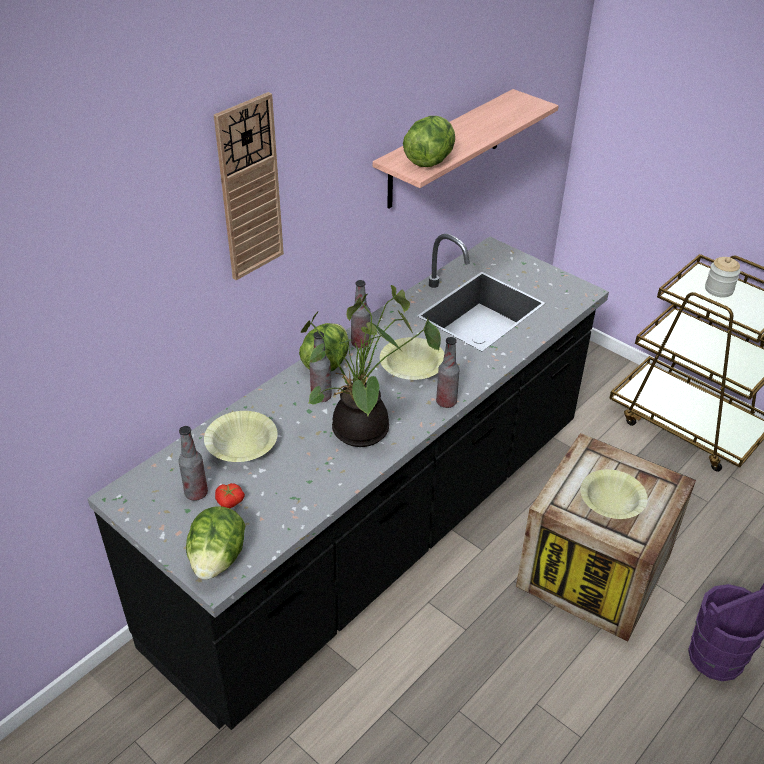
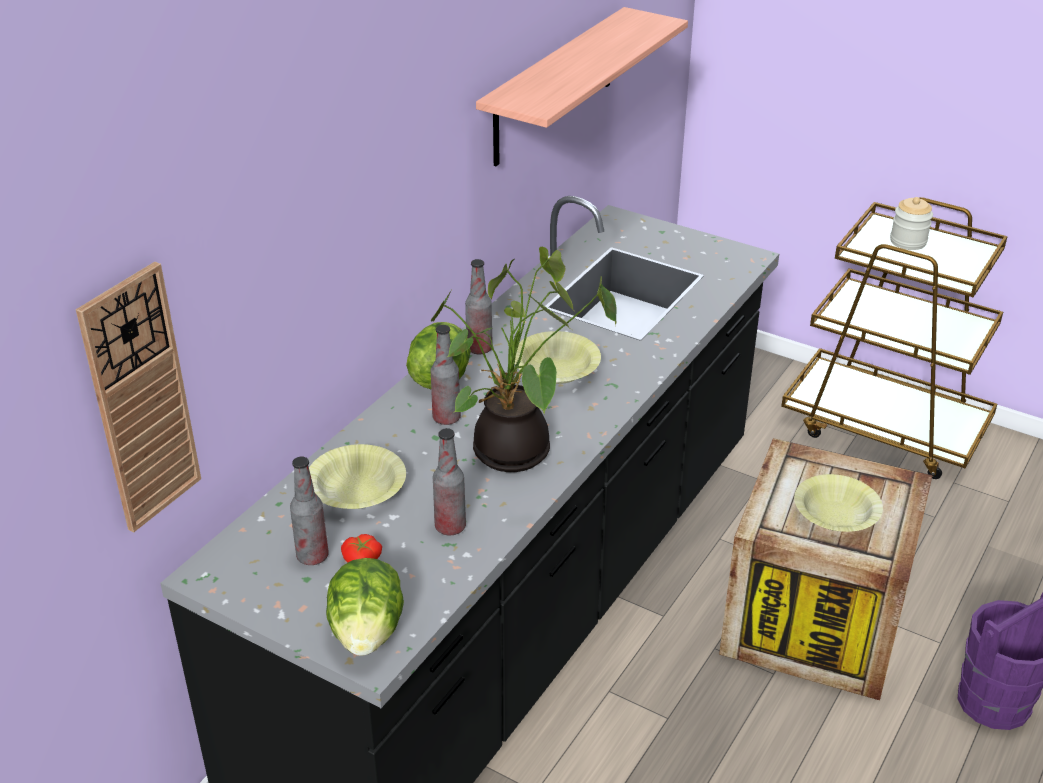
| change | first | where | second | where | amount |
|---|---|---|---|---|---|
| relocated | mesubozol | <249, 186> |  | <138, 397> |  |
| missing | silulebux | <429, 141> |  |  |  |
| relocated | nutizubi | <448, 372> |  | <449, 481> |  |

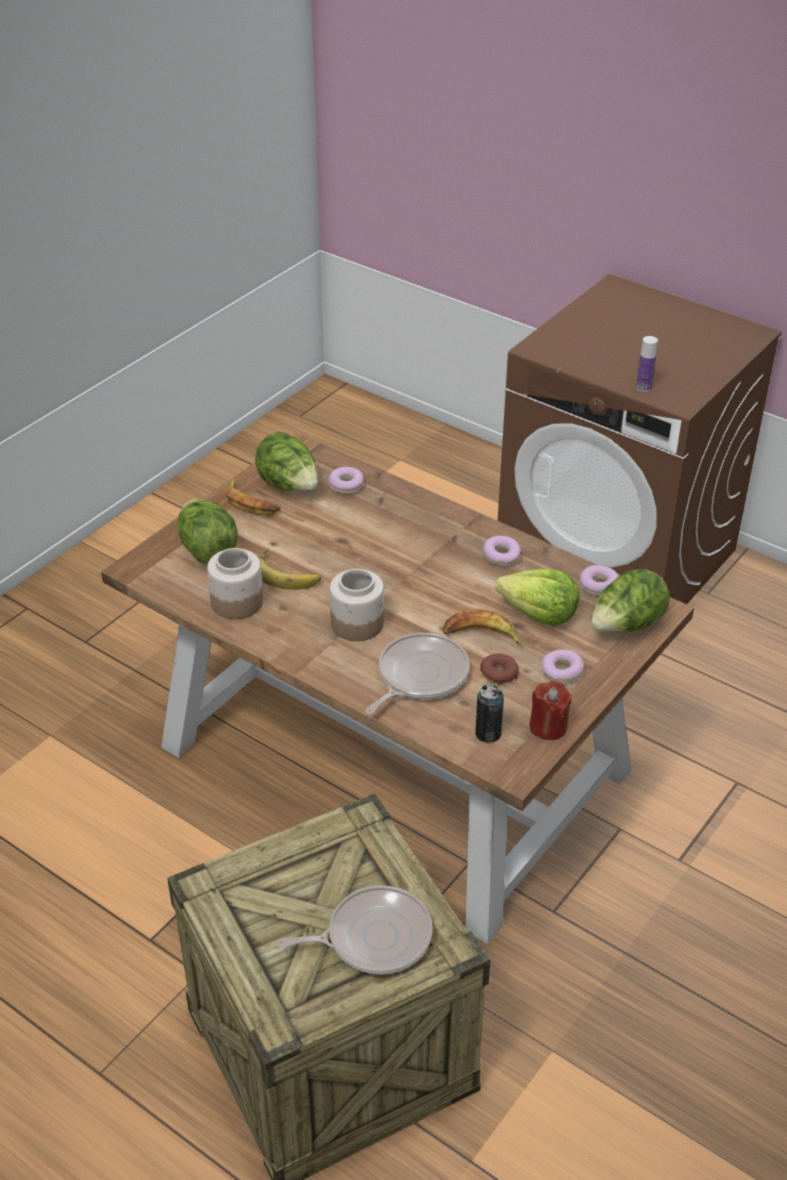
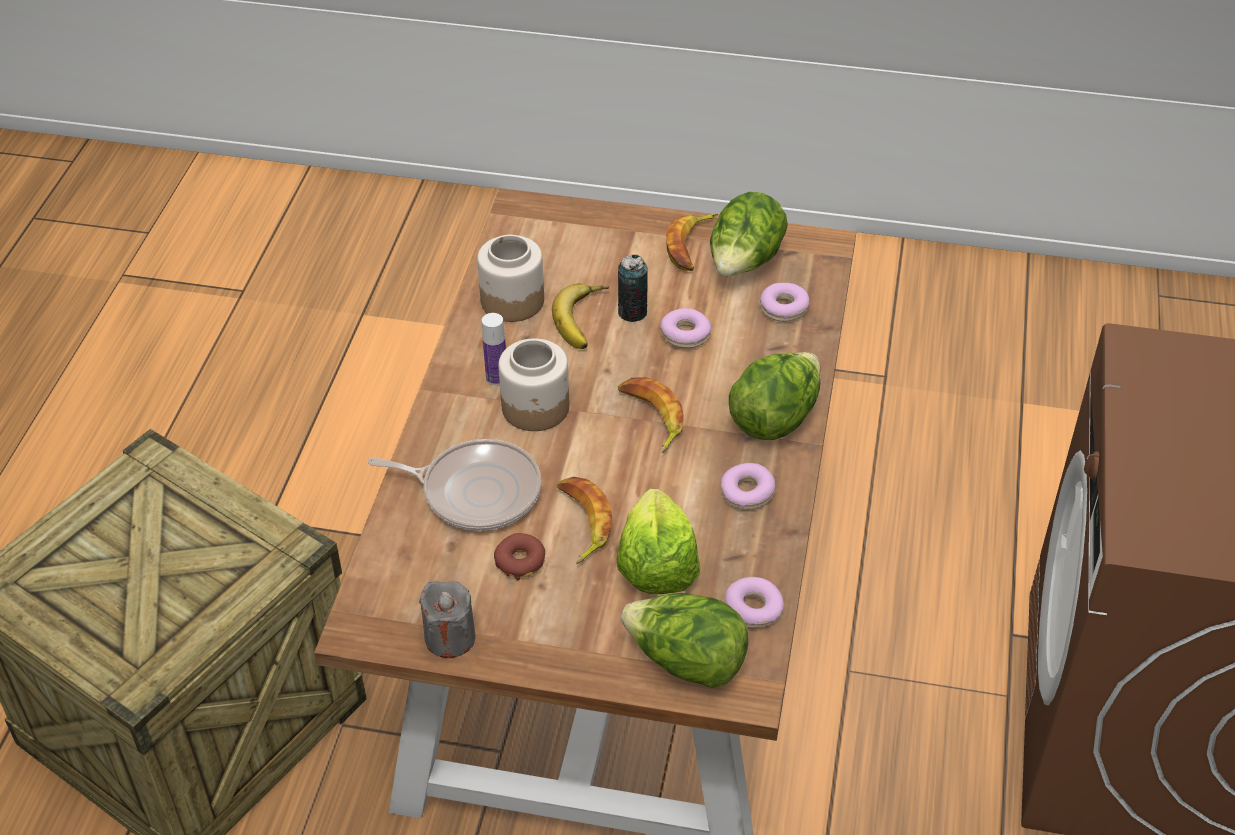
| change | first | where | second | where | amount |
|---|---|---|---|---|---|
| relocated | nutizubi | <647, 364> |  | <494, 349> |  |
| relocated | silulebux | <208, 532> |  | <774, 396> |  |
| relocated | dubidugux | <563, 666> |  | <685, 328> |  |
| colour | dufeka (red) | <551, 710> | dufeka (grey) | <447, 619> |  |
| relocated | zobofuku | <489, 713> |  | <633, 288> |  |
| missing | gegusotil | <355, 930> |  |  |  |
| appeared |  |  | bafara | <651, 415> |  |

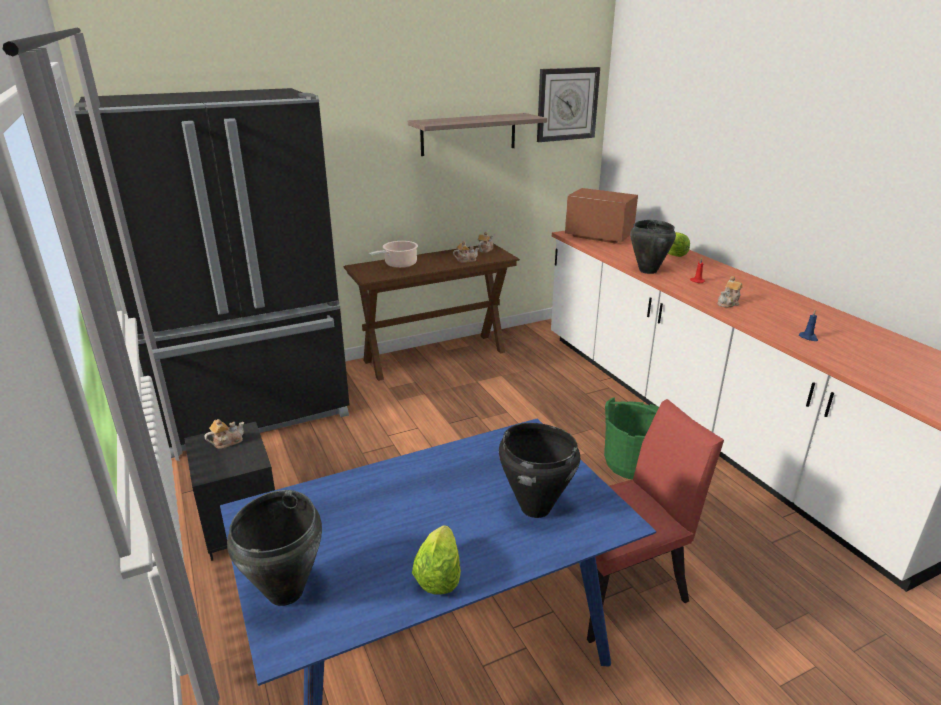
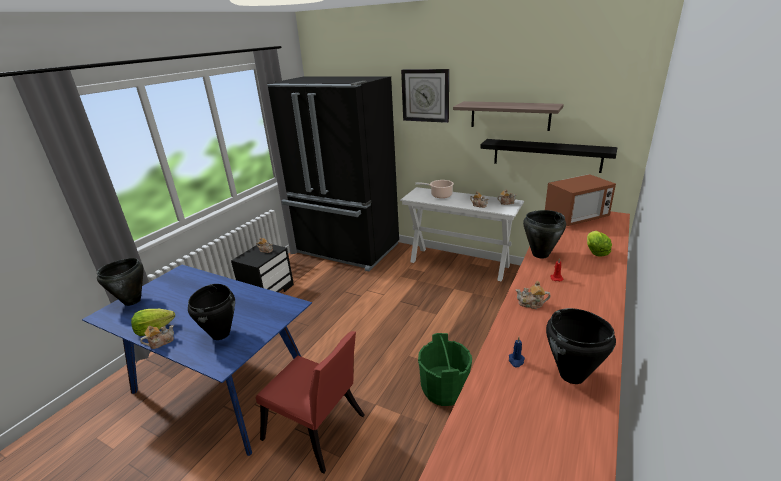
| change | first | where | second | where | amount |
|---|---|---|---|---|---|
| relocated | mesubozol | <568, 104> |  | <425, 96> |  |
| spun | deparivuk | <601, 216> |  | <580, 200> | 75 degrees clockwise |
| colour | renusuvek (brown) | <432, 312> | renusuvek (white) | <462, 234> |  |
| appeared |  |  | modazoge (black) | <549, 156> |  |
| appeared |  |  | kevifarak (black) | <581, 346> |  |
| appeared |  |  | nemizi | <157, 337> |  |

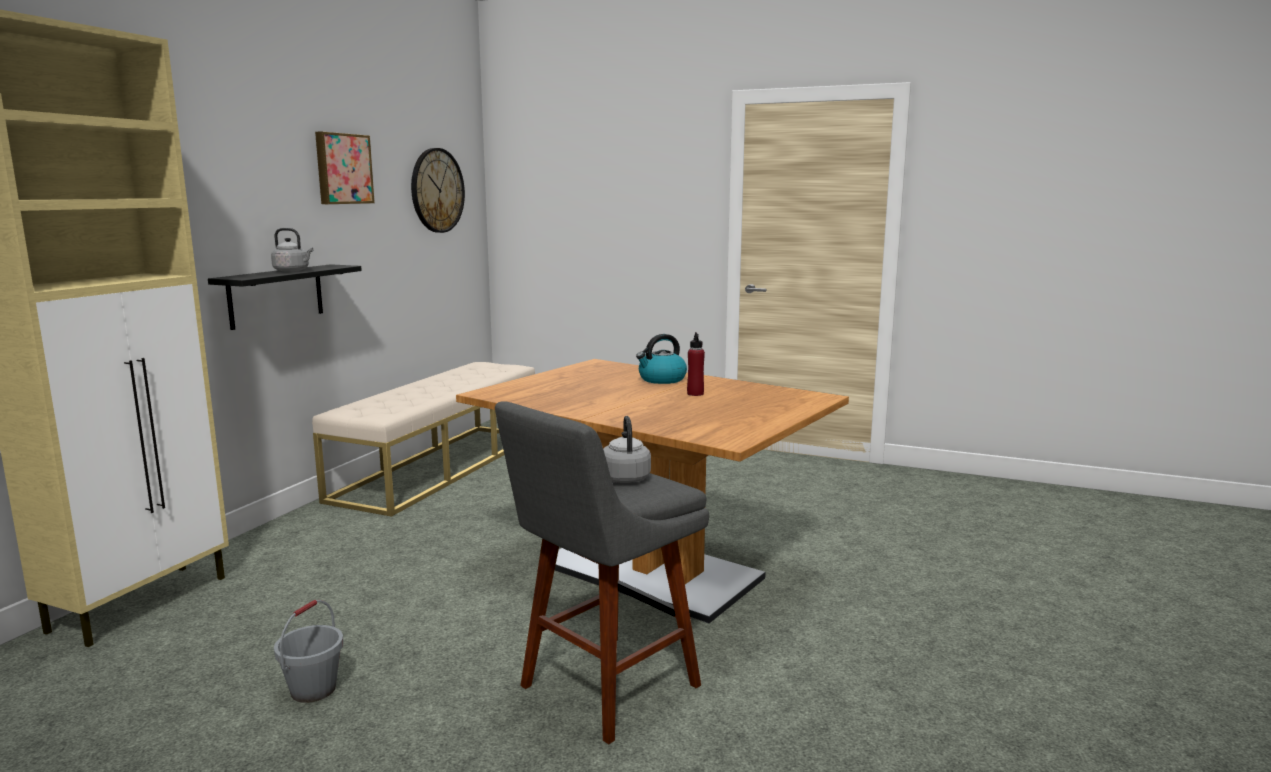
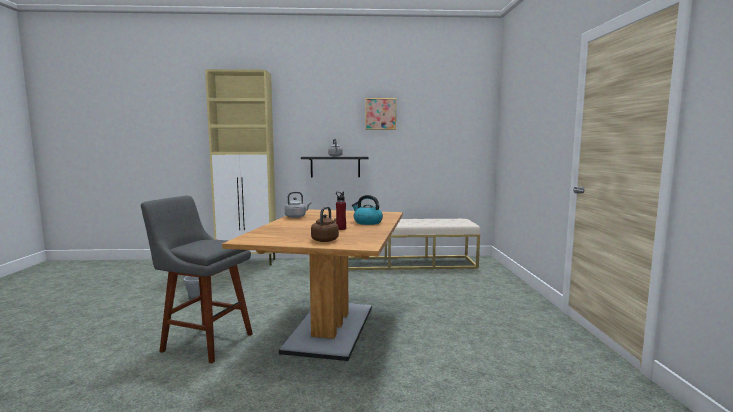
| change | first | where | second | where | amount |
|---|---|---|---|---|---|
| missing | mesubozol | <438, 190> |  |  |  |
| relocated | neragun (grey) | <627, 449> |  | <298, 205> |  |
| appeared |  |  | neragun (brown) | <325, 224> |  |

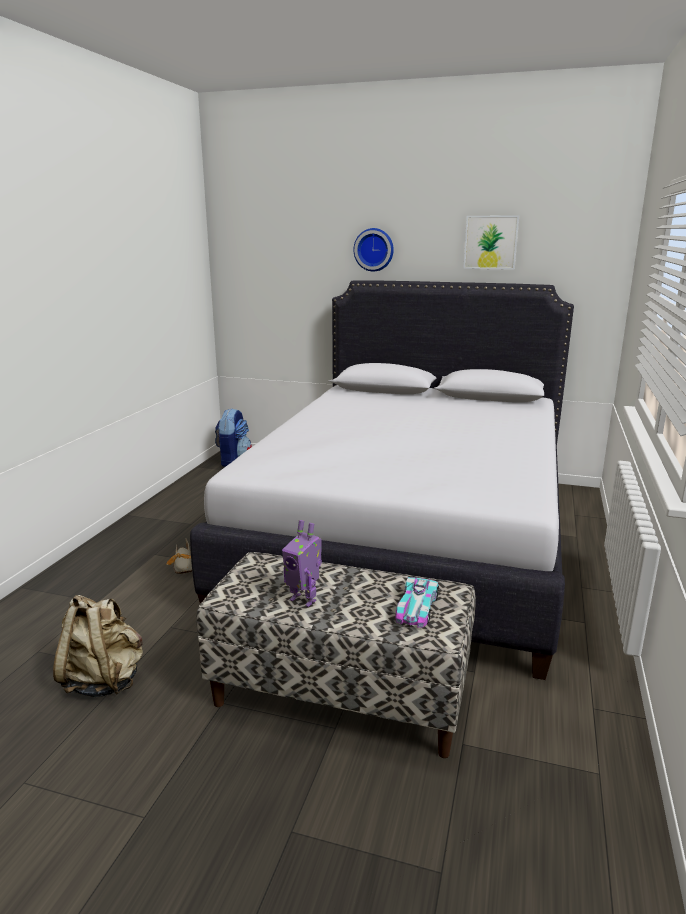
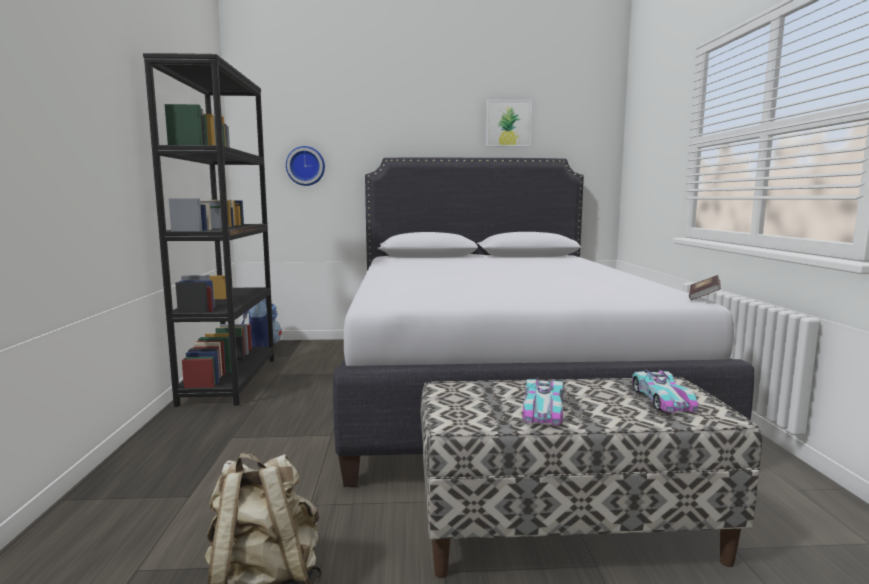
| change | first | where | second | where | amount |
|---|---|---|---|---|---|
| relocated | mesubozol | <373, 250> |  | <305, 166> |  |
| exchanged | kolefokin | <302, 563> | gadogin | <543, 401> |  |
| missing | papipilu | <179, 556> |  |  |  |
| appeared |  |  | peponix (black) | <208, 230> |  |
| appeared |  |  | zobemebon | <705, 287> |  |

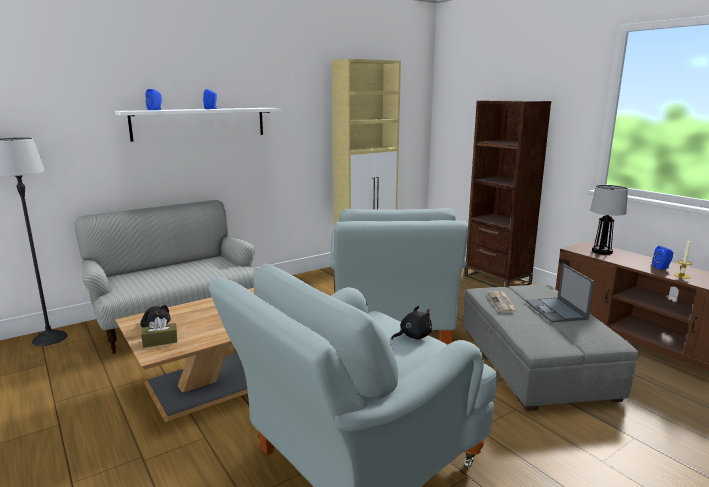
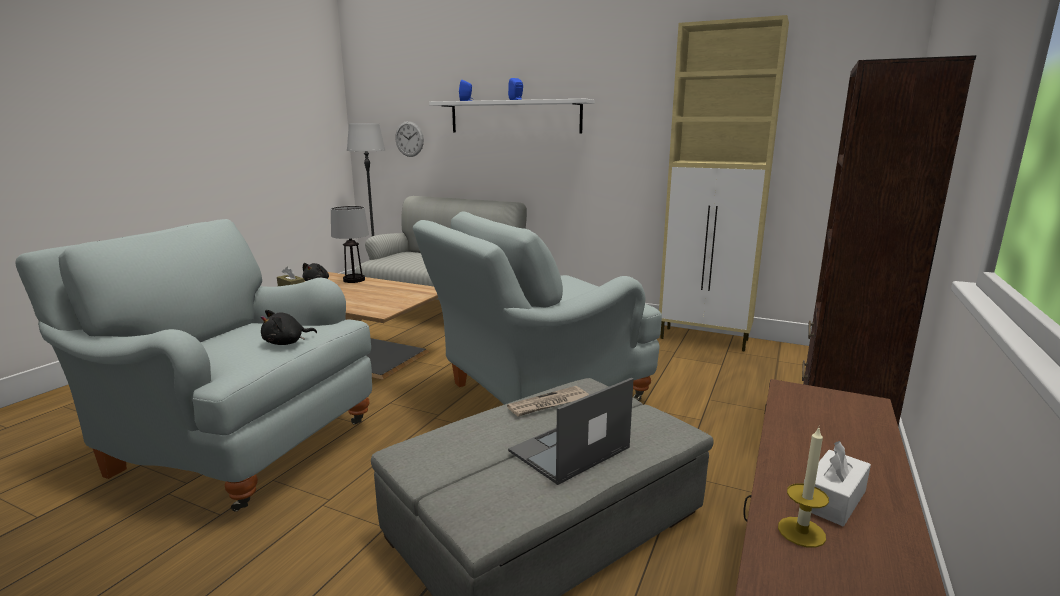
| change | first | where | second | where | amount |
|---|---|---|---|---|---|
| relocated | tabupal | <609, 220> |  | <350, 244> |  |
| exchanged | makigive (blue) | <662, 258> | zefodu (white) | <837, 483> |  |
| spun | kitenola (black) | <411, 323> |  | <289, 327> | 105 degrees clockwise |
| appeared |  |  | mesubozol | <409, 139> |  |

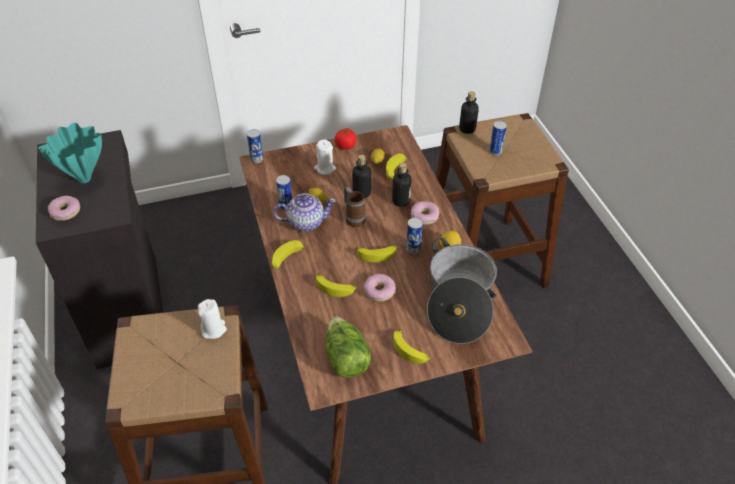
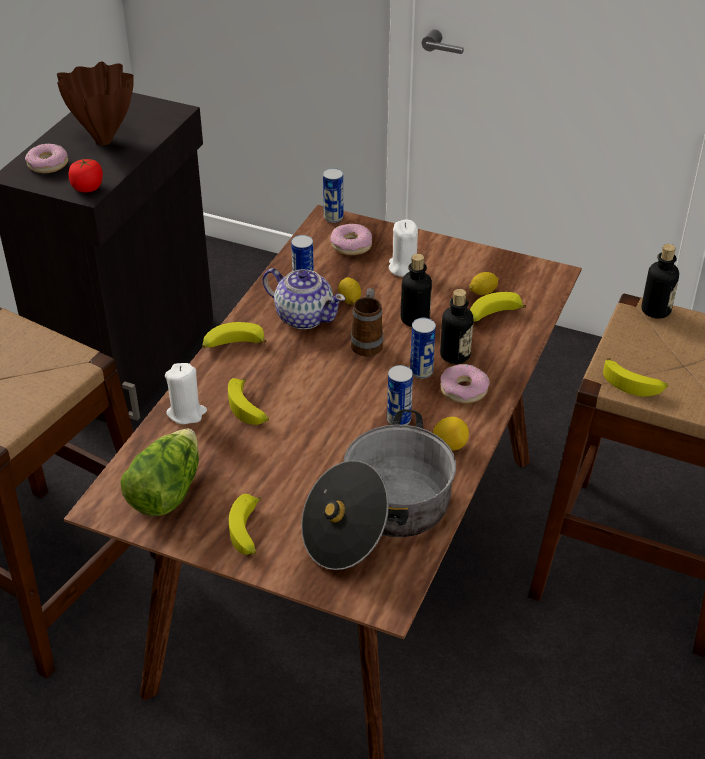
| change | first | where | second | where | amount |
|---|---|---|---|---|---|
| relocated | zobofuku | <498, 138> |  | <423, 348> |  |
| colour | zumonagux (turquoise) | <70, 153> | zumonagux (brown) | <95, 103> |  |
| relocated | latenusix | <346, 139> |  | <86, 175> |  |
| relocated | bafara | <376, 254> |  | <635, 377> |  |
| relocated | dubidugux | <379, 288> |  | <351, 239> |  |
| relocated | dufeka (white) | <212, 319> |  | <186, 393> |  |

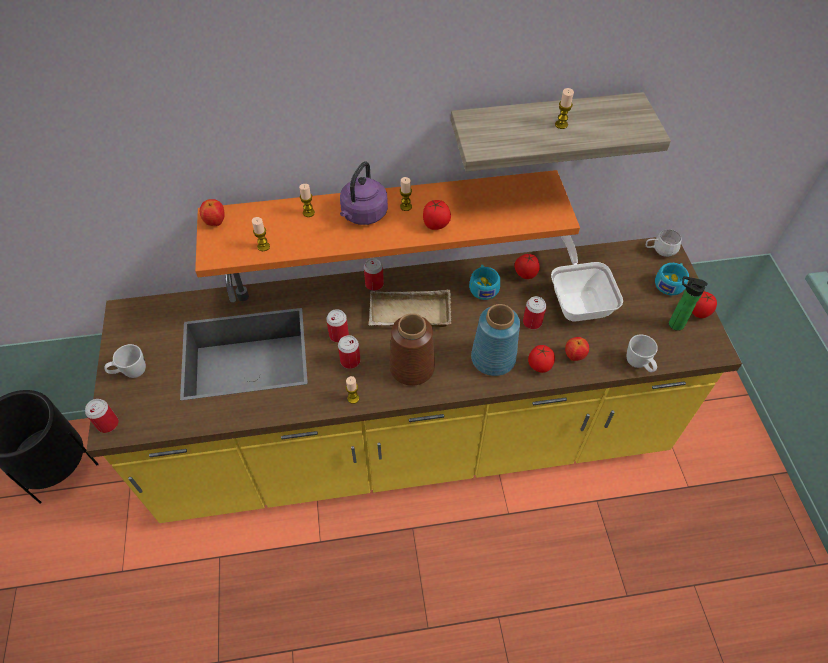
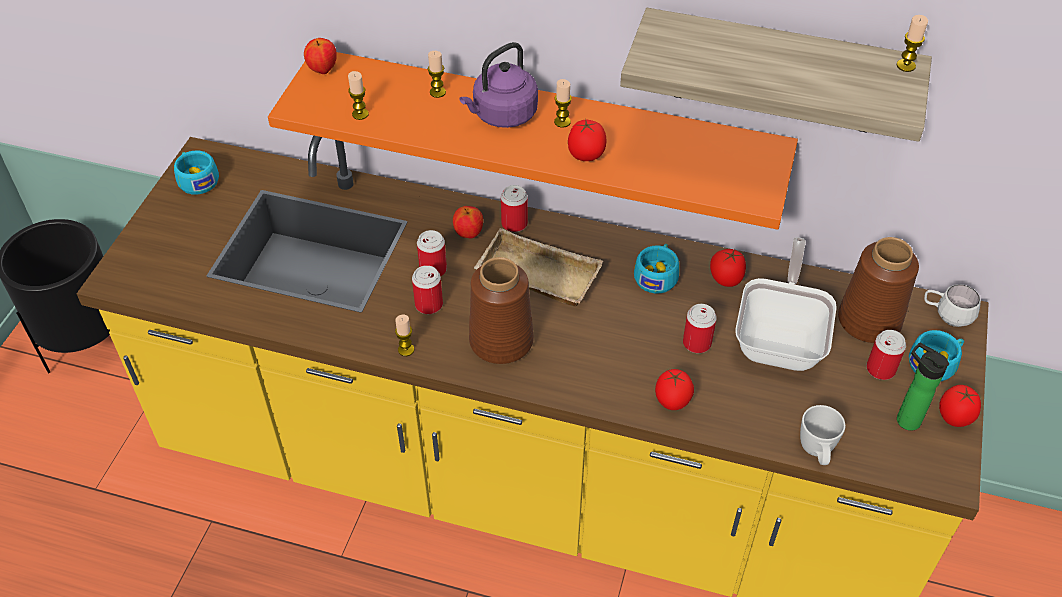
| change | first | where | second | where | amount |
|---|---|---|---|---|---|
| relocated | dufeka | <564, 108> |  | <912, 43> |  |
| missing | zumonagux (blue) | <495, 340> |  |  |  |
| relocated | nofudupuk | <577, 349> |  | <468, 222> |  |
| missing | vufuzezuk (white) | <125, 361> |  |  |  |
| relocated | zobofuku | <101, 416> |  | <886, 355> |  |
| appeared |  |  | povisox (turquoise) | <196, 172> |  |
| appeared |  |  | zumonagux (brown) | <878, 290> |  |

